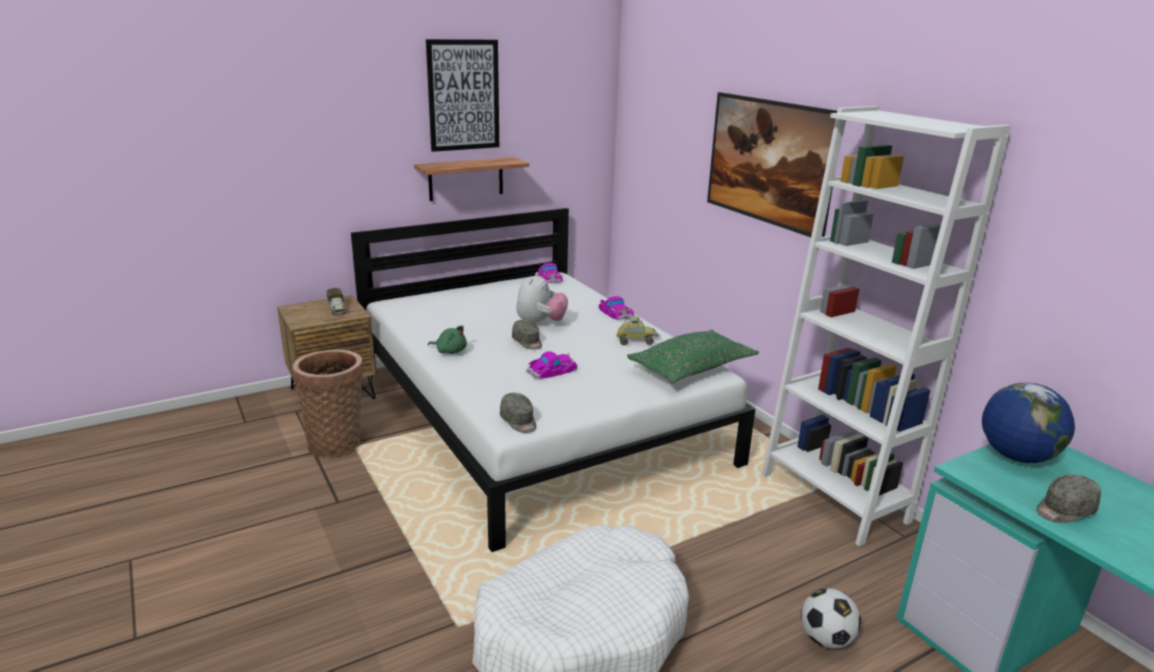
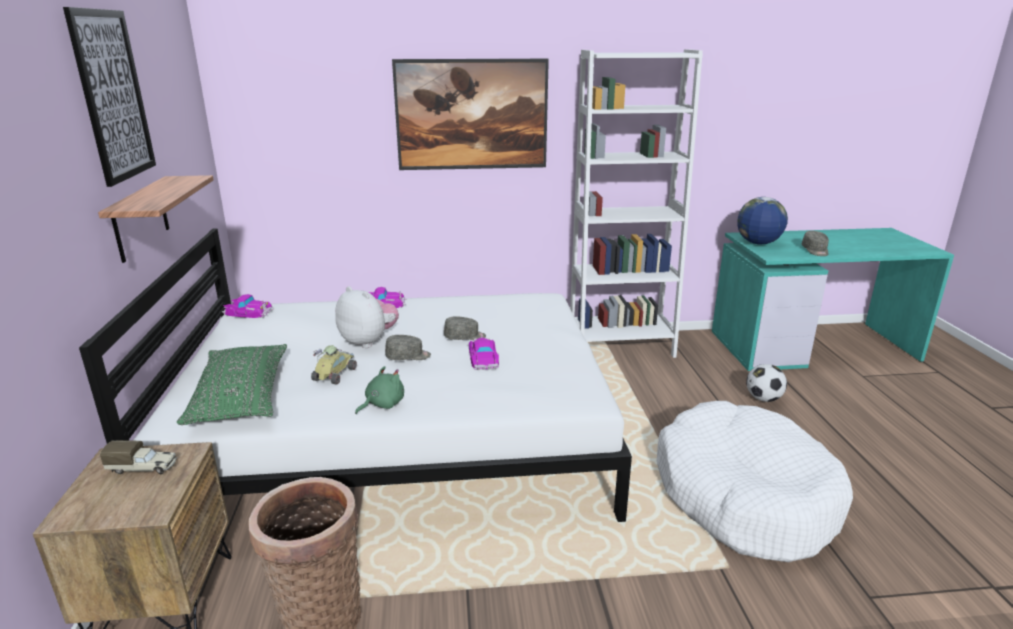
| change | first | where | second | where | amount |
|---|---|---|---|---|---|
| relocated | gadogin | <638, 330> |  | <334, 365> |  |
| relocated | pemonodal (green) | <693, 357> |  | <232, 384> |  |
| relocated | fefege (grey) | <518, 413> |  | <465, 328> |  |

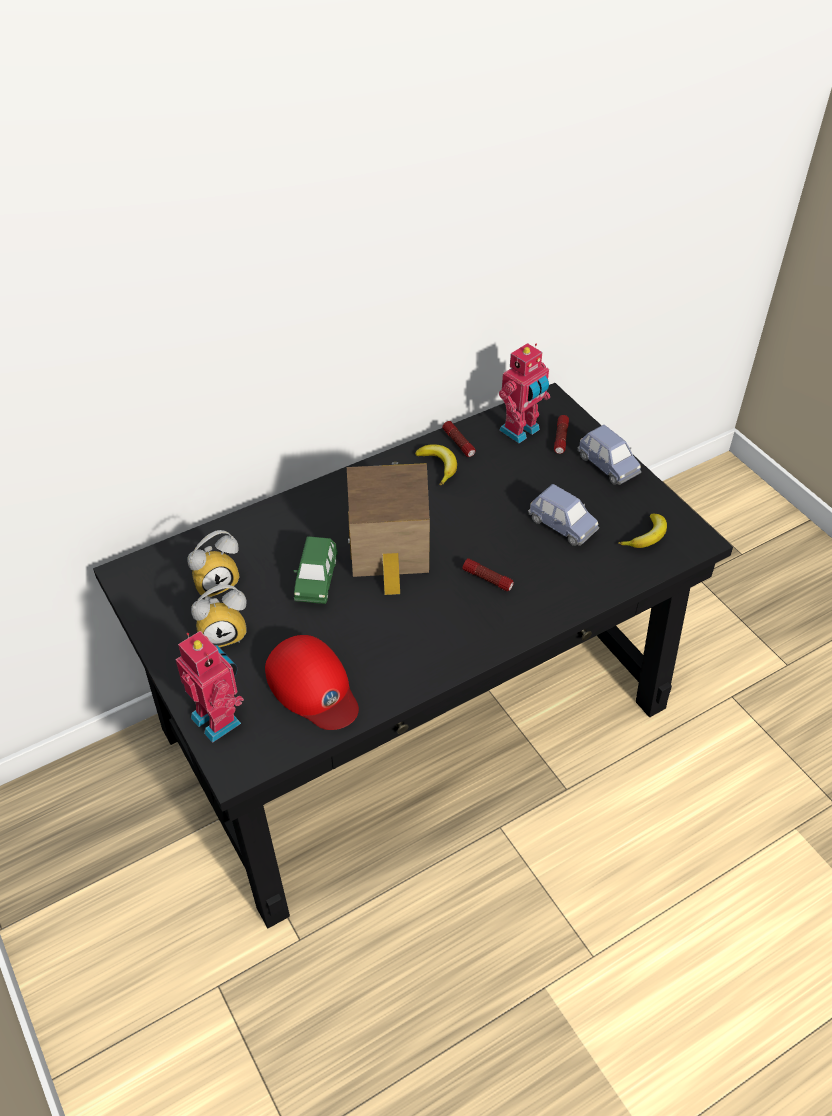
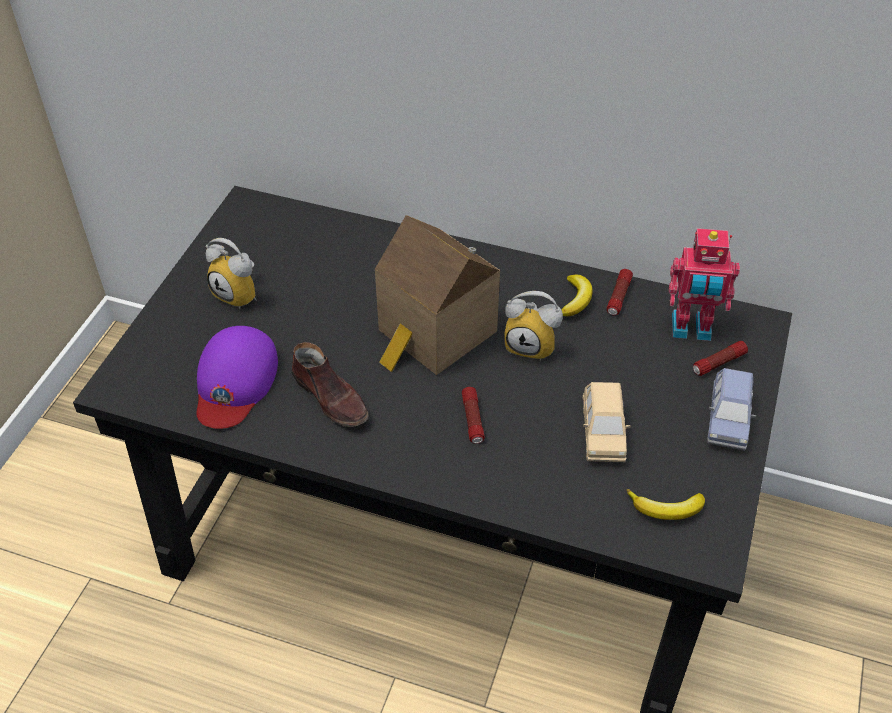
| change | first | where | second | where | amount |
|---|---|---|---|---|---|
| colour | gadogin (blue) | <563, 515> | gadogin (beige) | <606, 422> |  |
| relocated | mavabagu | <213, 563> |  | <534, 326> |  |
| missing | gadogin (green) | <315, 570> |  |  |  |
| missing | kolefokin | <209, 687> |  |  |  |
| colour | fefege (red) | <312, 682> | fefege (purple) | <237, 377> |  |
| appeared |  |  | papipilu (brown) | <330, 384> |  |

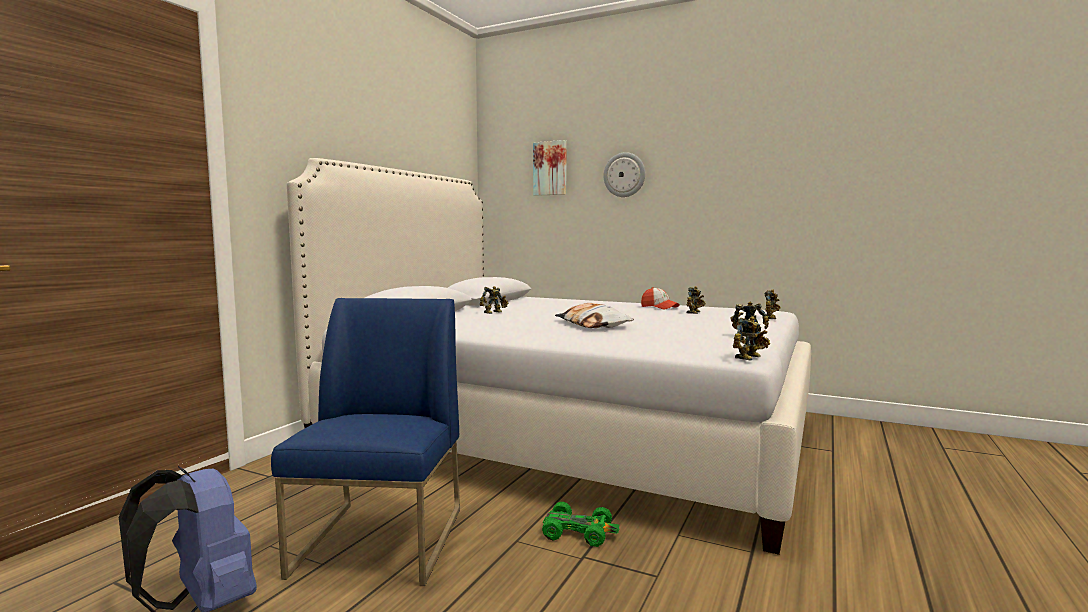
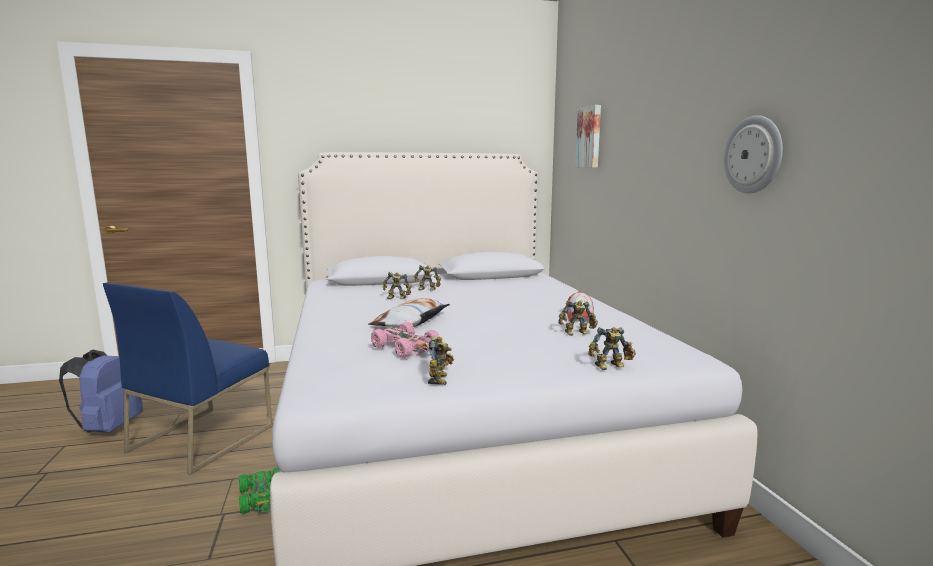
| change | first | where | second | where | amount |
|---|---|---|---|---|---|
| relocated | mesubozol | <624, 174> |  | <753, 154> |  |
| spun | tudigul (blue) | <365, 442> |  | <188, 379> | 150 degrees clockwise |
| relocated | kolefokin | <751, 338> |  | <397, 285> |  |
| appeared |  |  | gadogin (pink) | <405, 340> |  |

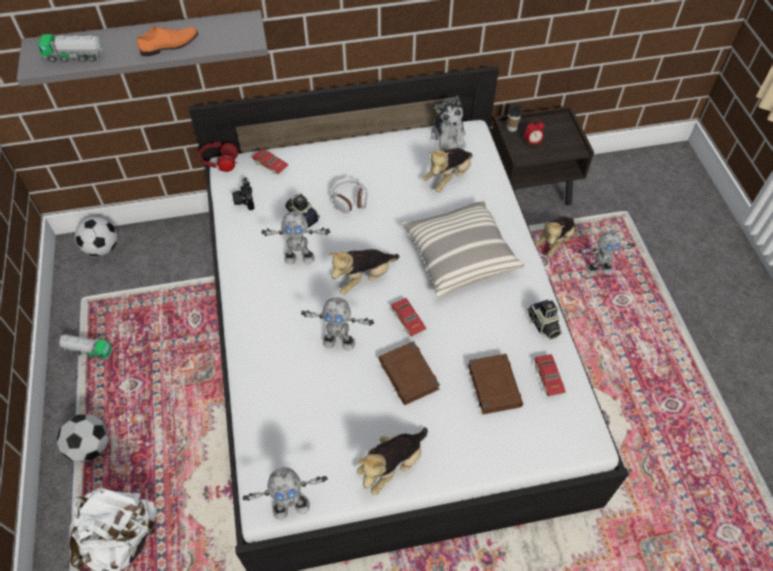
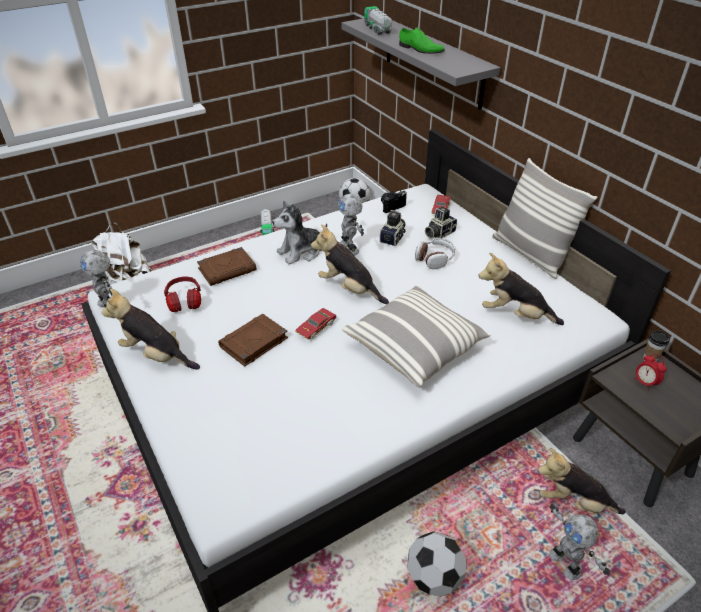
| change | first | where | second | where | amount |
|---|---|---|---|---|---|
| colour | papipilu (orange) | <167, 41> | papipilu (green) | <422, 40> |  |
| relocated | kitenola | <448, 123> |  | <299, 233> |  |
| relocated | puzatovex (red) | <219, 157> |  | <182, 294> |  |
| missing | kolefokin | <337, 324> |  |  |  |
| relocated | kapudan | <544, 319> |  | <441, 223> |  |
| relocated | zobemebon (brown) | <495, 384> |  | <226, 266> |  |
| missing | gadogin (red) | <550, 375> |  |  |  |
| relocated | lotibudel | <83, 437> |  | <436, 564> |  |
| appeared |  |  | pemonodal | <544, 218> |  |

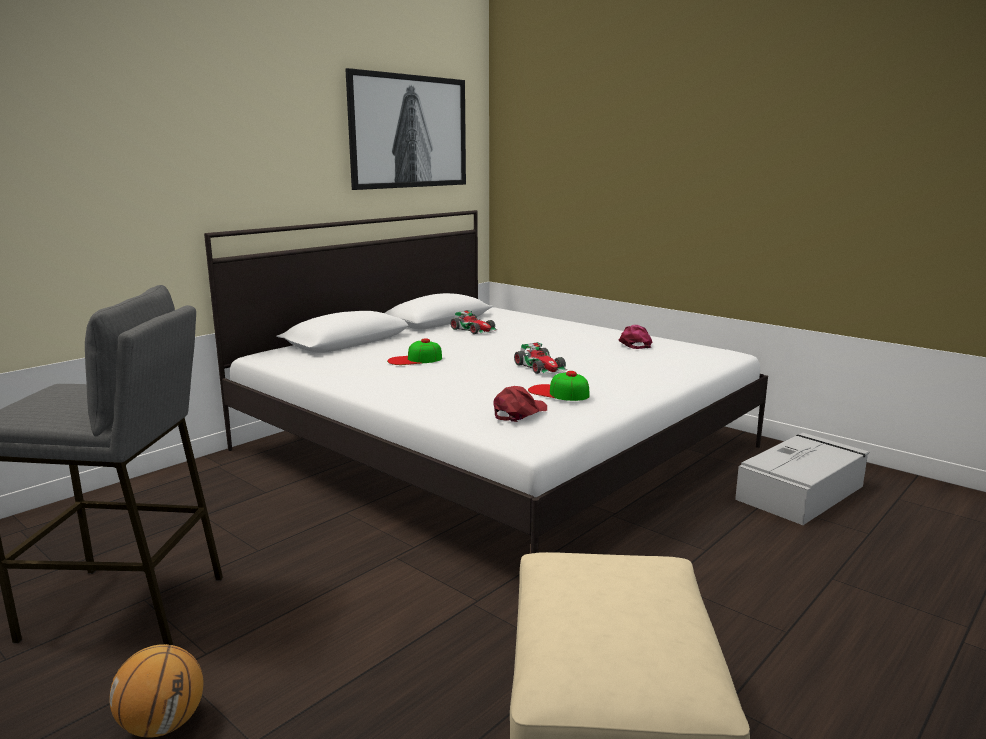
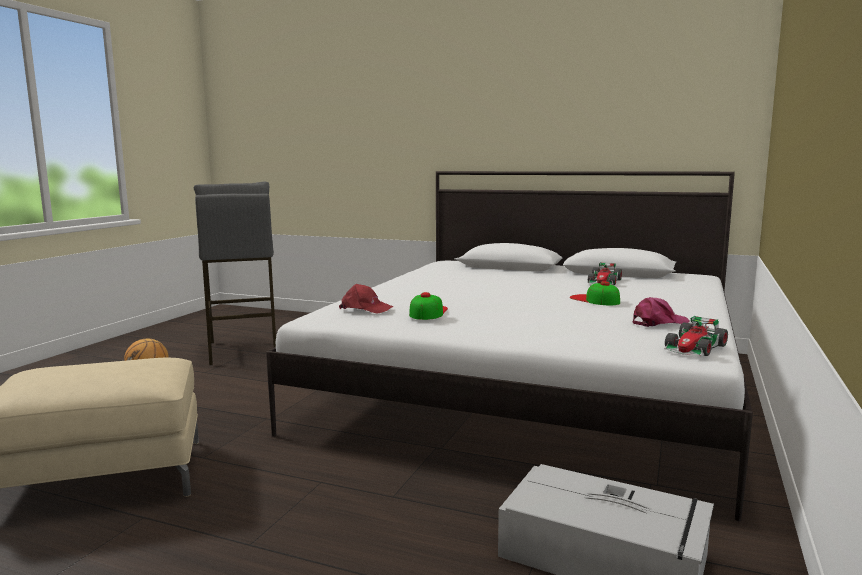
| change | first | where | second | where | amount |
|---|---|---|---|---|---|
| missing | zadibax | <405, 129> |  |  |  |
| relocated | fefege | <414, 351> |  | <595, 293> |  |
| relocated | gadogin | <540, 358> |  | <696, 336> |  |

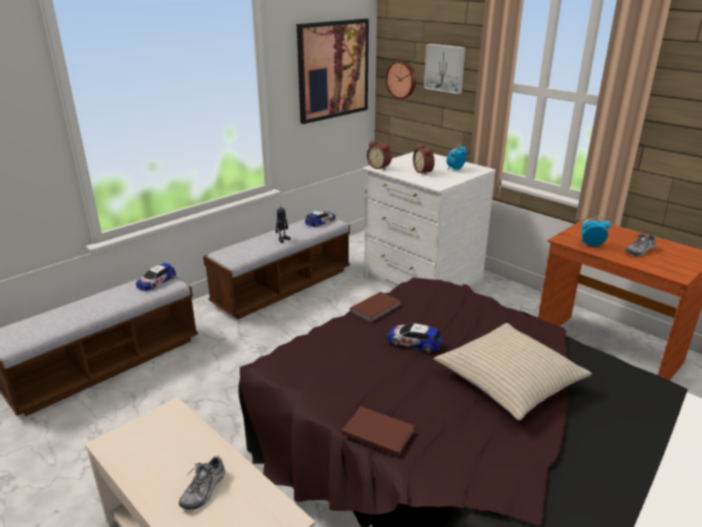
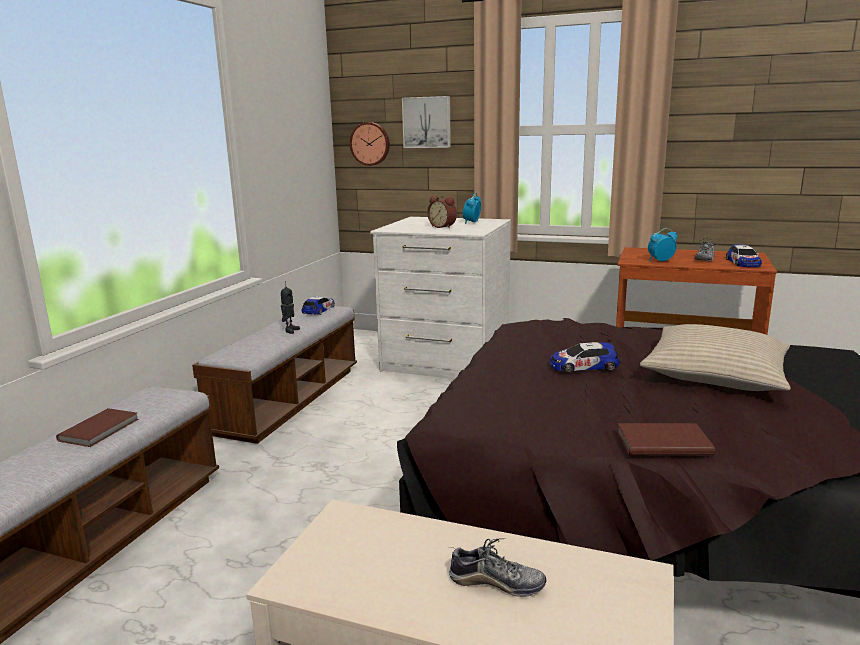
| change | first | where | second | where | amount |
|---|---|---|---|---|---|
| missing | zadibax | <333, 71> |  |  |  |
| missing | mavabagu | <379, 155> |  |  |  |
| relocated | gadogin | <156, 277> |  | <744, 255> |  |
| relocated | zobemebon (brown) | <375, 307> |  | <97, 427> |  |
| spun | papipilu | <202, 483> |  | <497, 567> | 75 degrees counterclockwise |

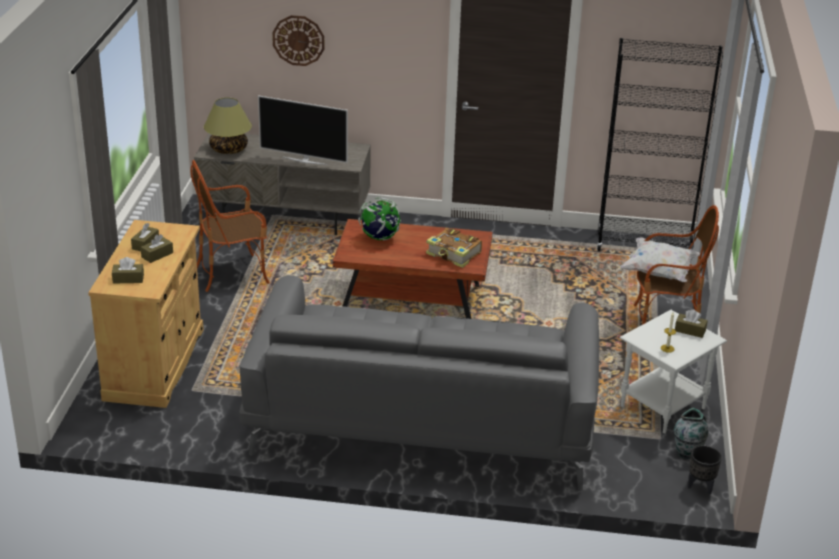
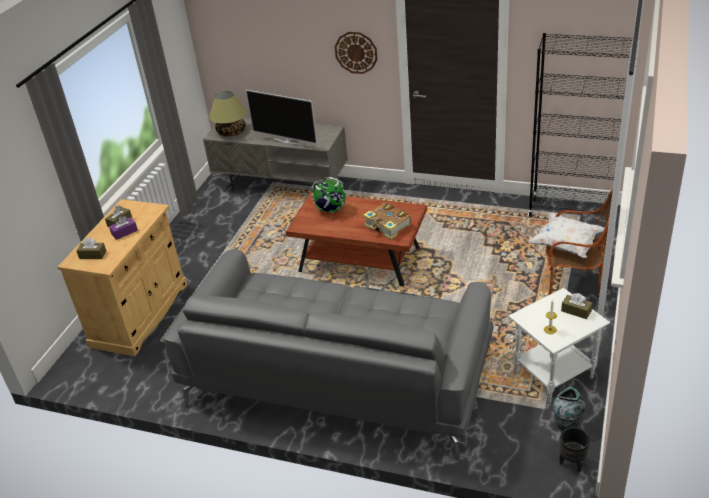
| change | first | where | second | where | amount |
|---|---|---|---|---|---|
| relocated | mesubozol | <298, 40> |  | <356, 53> |  |
| missing | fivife | <230, 226> |  |  |  |
| colour | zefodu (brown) | <157, 248> | zefodu (purple) | <123, 228> |  |

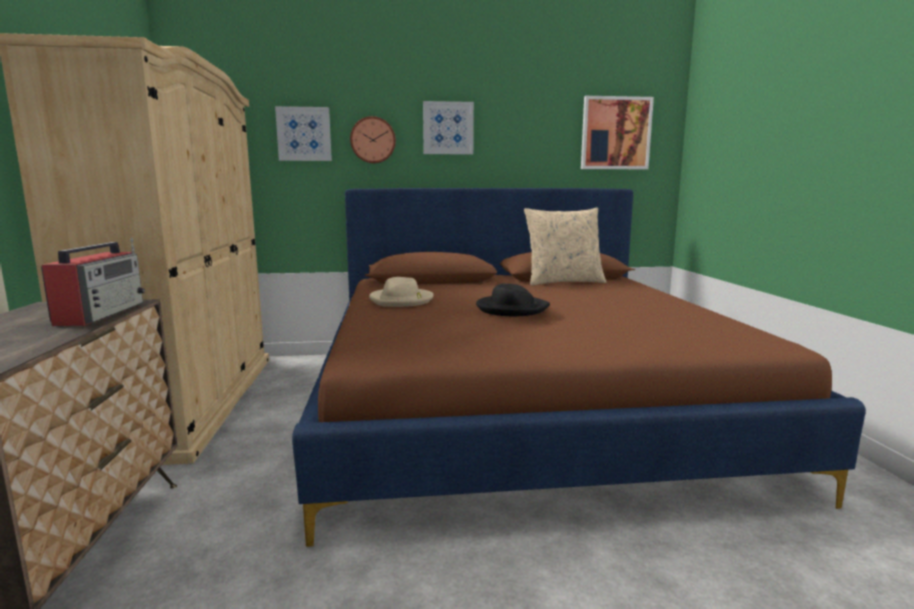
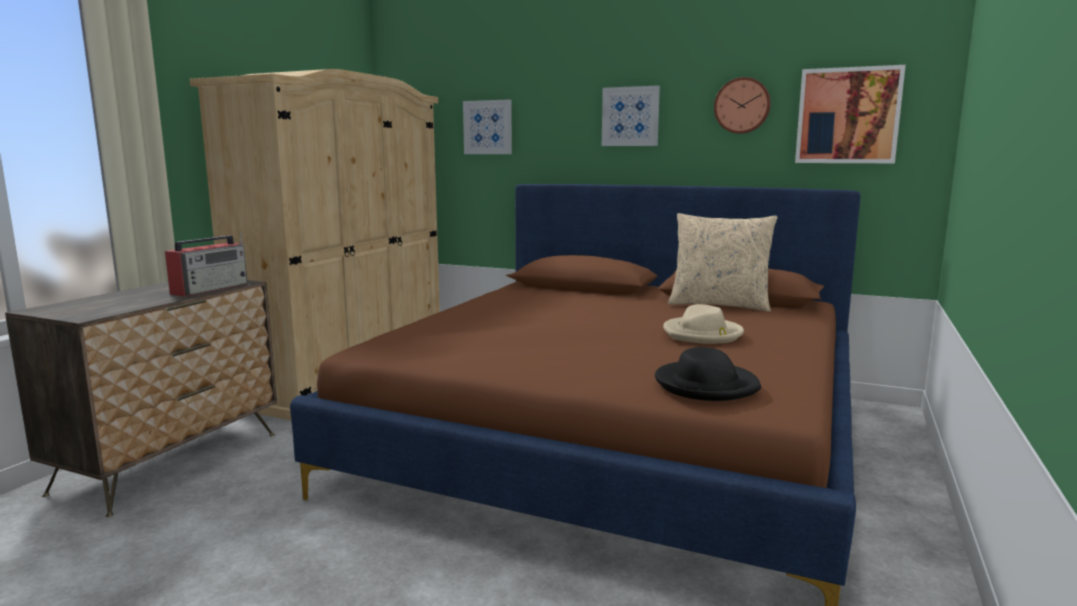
| change | first | where | second | where | amount |
|---|---|---|---|---|---|
| relocated | mesubozol | <373, 139> |  | <742, 105> |  |
| relocated | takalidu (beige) | <401, 292> |  | <703, 324> |  |
| relocated | takalidu (black) | <513, 299> |  | <708, 374> |  |

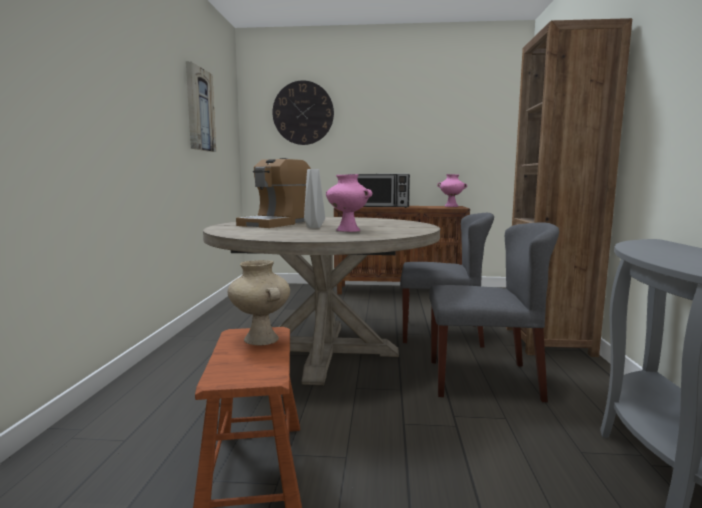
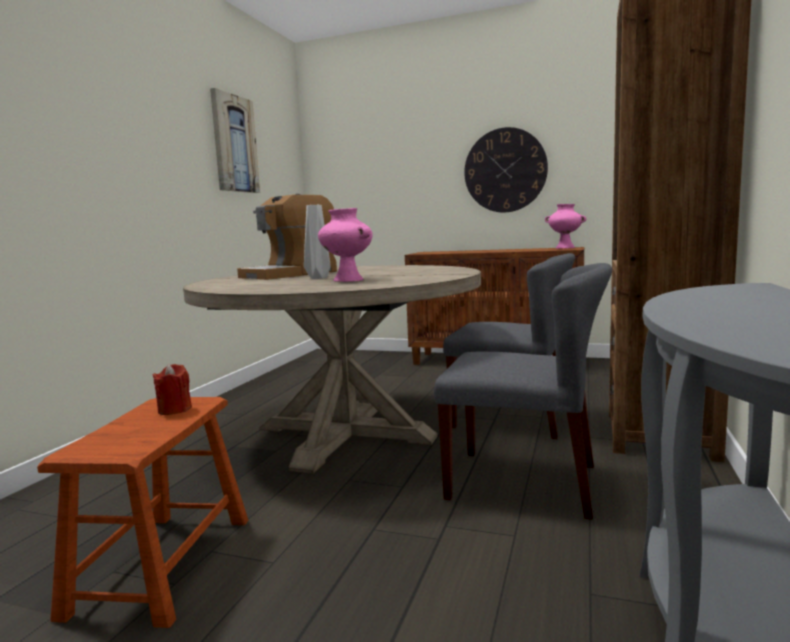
| change | first | where | second | where | amount |
|---|---|---|---|---|---|
| relocated | mesubozol | <303, 112> |  | <506, 170> |  |
| missing | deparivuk | <379, 191> |  |  |  |
| exchanged | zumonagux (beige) | <258, 302> | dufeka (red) | <172, 389> |  |

